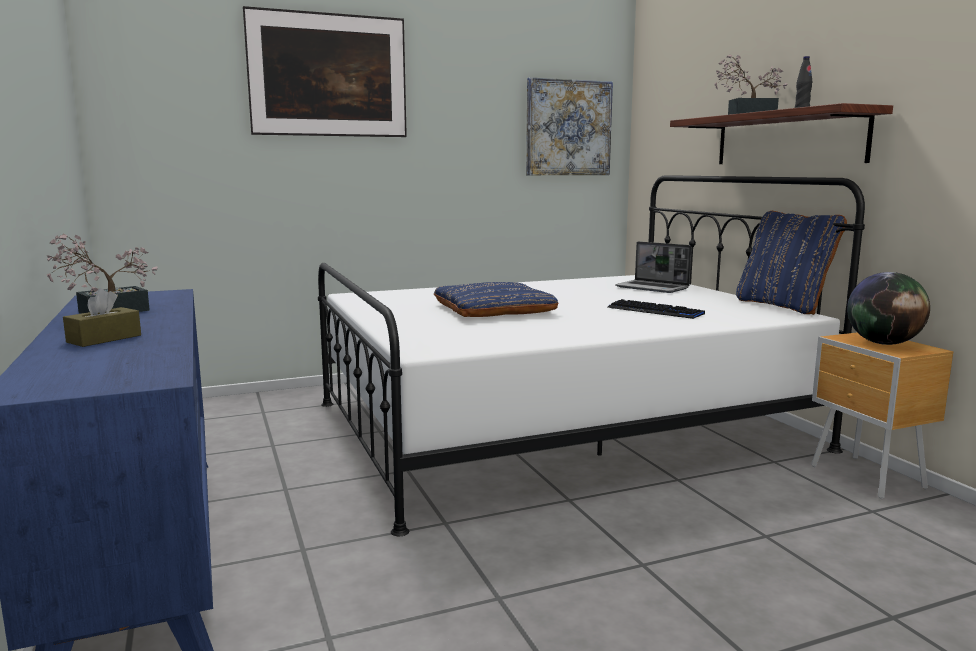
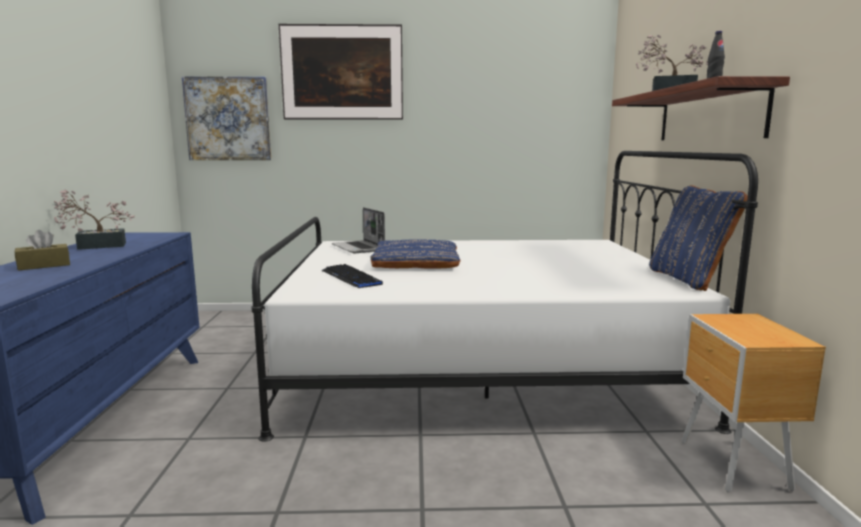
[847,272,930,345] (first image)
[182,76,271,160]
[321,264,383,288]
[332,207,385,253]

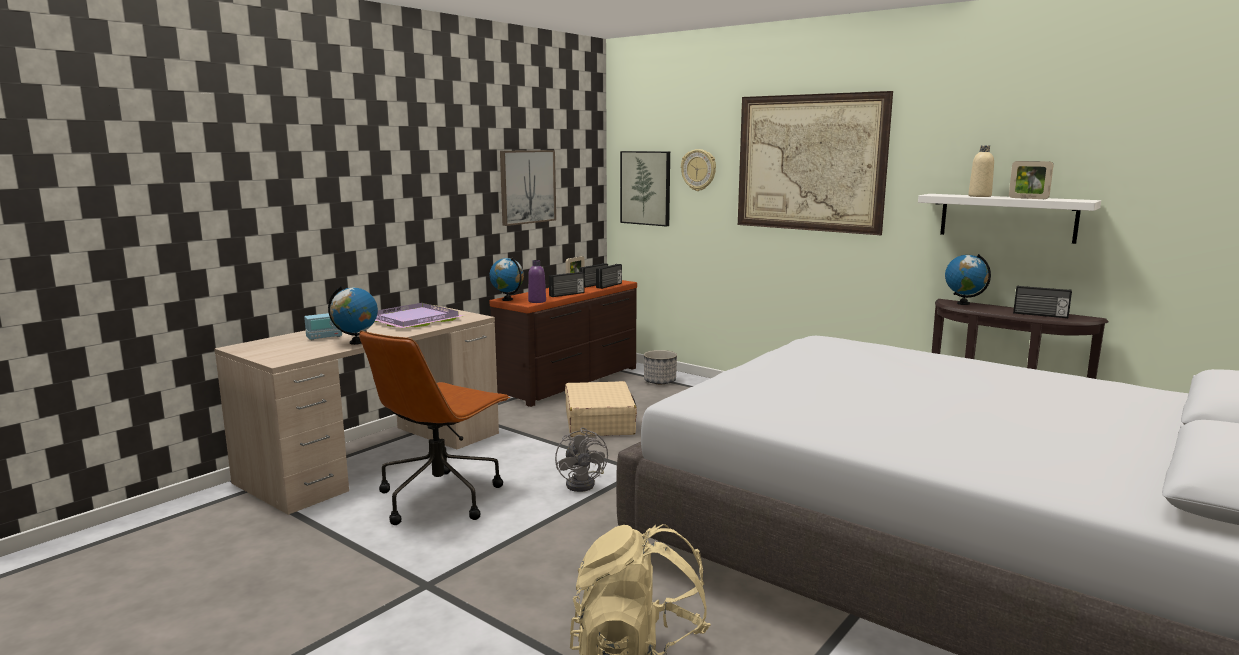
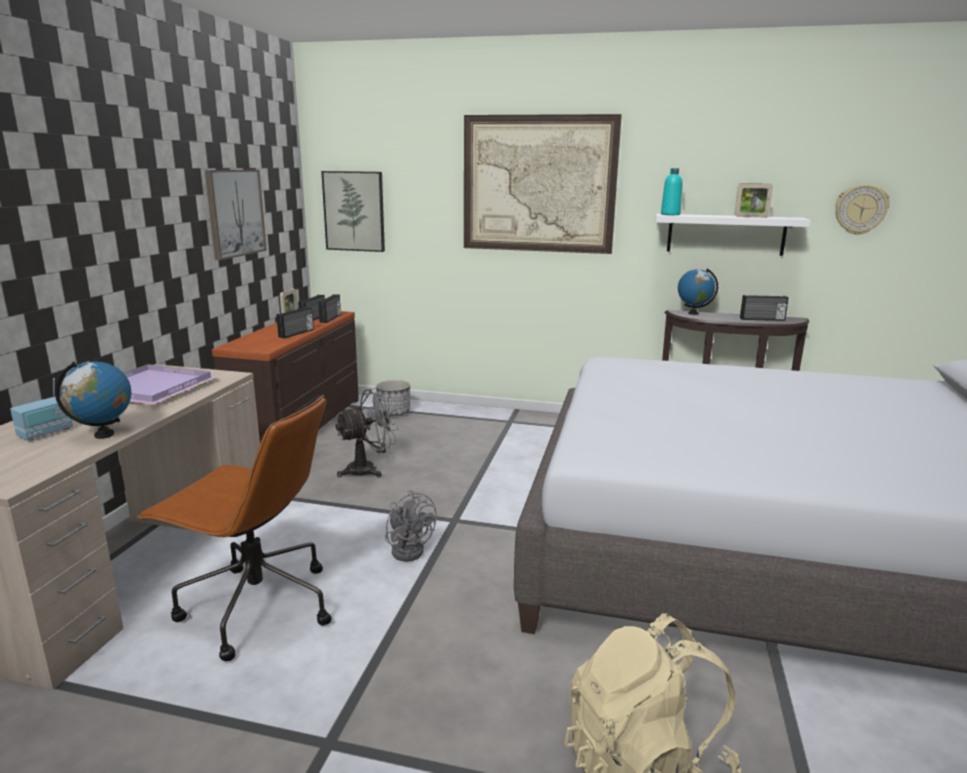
[490,257,524,301] (first image)
[528,260,546,303] (first image)
[968,145,994,197] (first image)
[661,168,683,215]
[835,184,890,235]
[335,387,399,478]
[137,395,332,661]

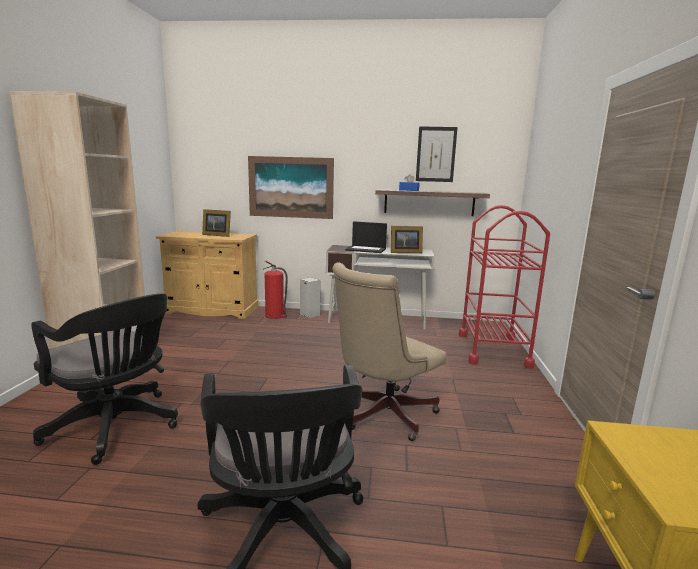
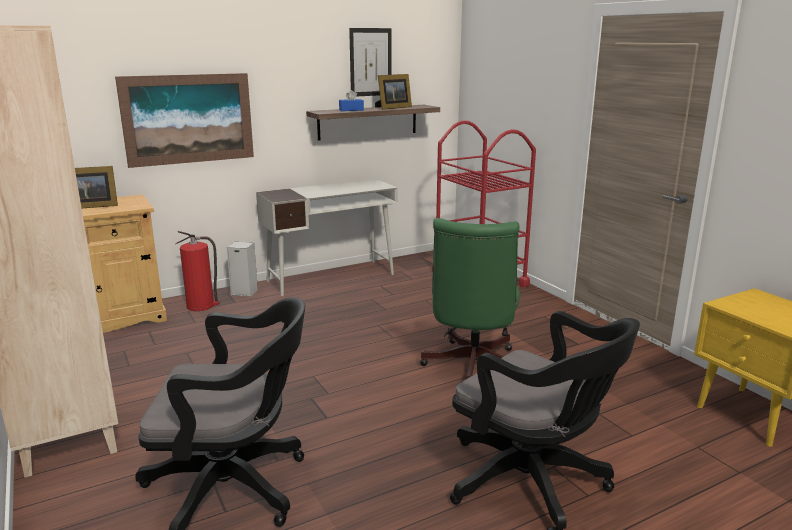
[345,221,387,253] (first image)
[375,74,412,110]
[420,218,520,379]

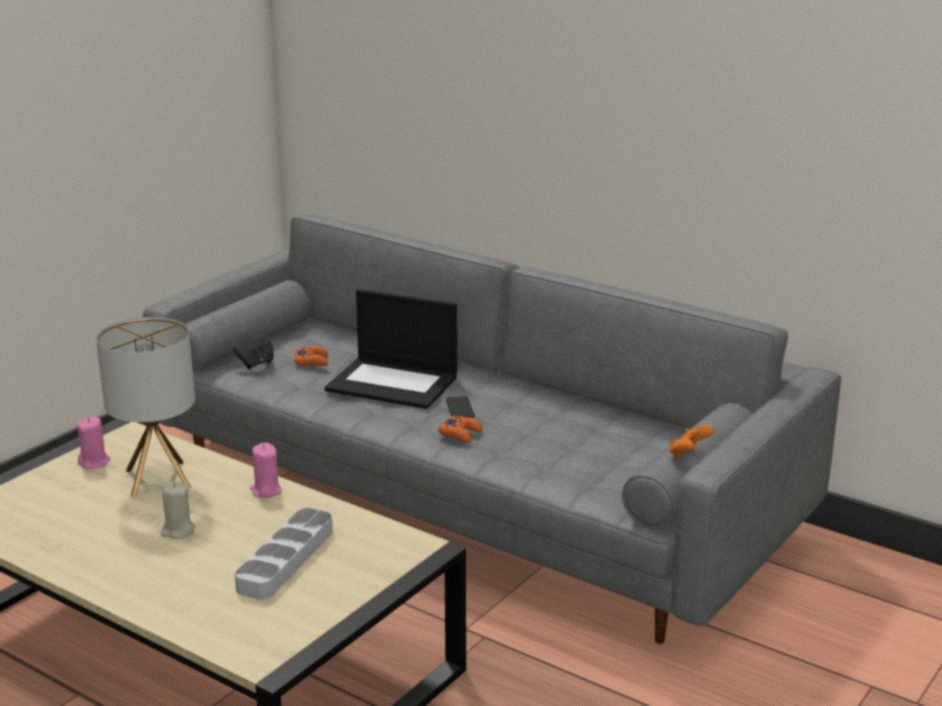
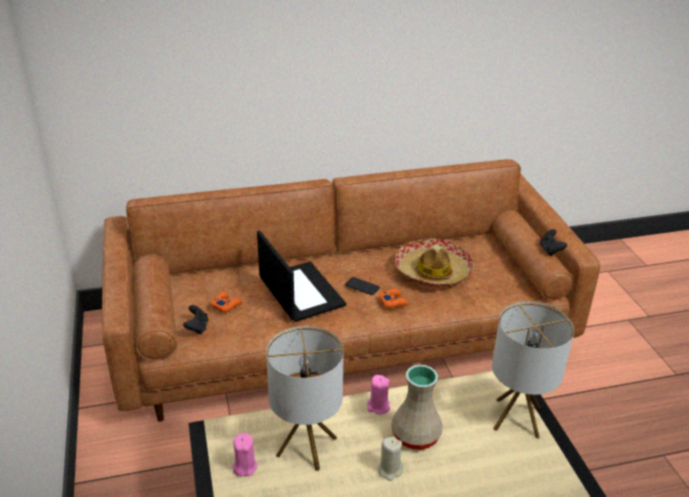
[235,508,333,600] (first image)
[391,365,442,450]
[395,238,474,287]
[492,302,574,439]
[102,159,600,422]
[540,229,567,256]
[257,231,346,322]

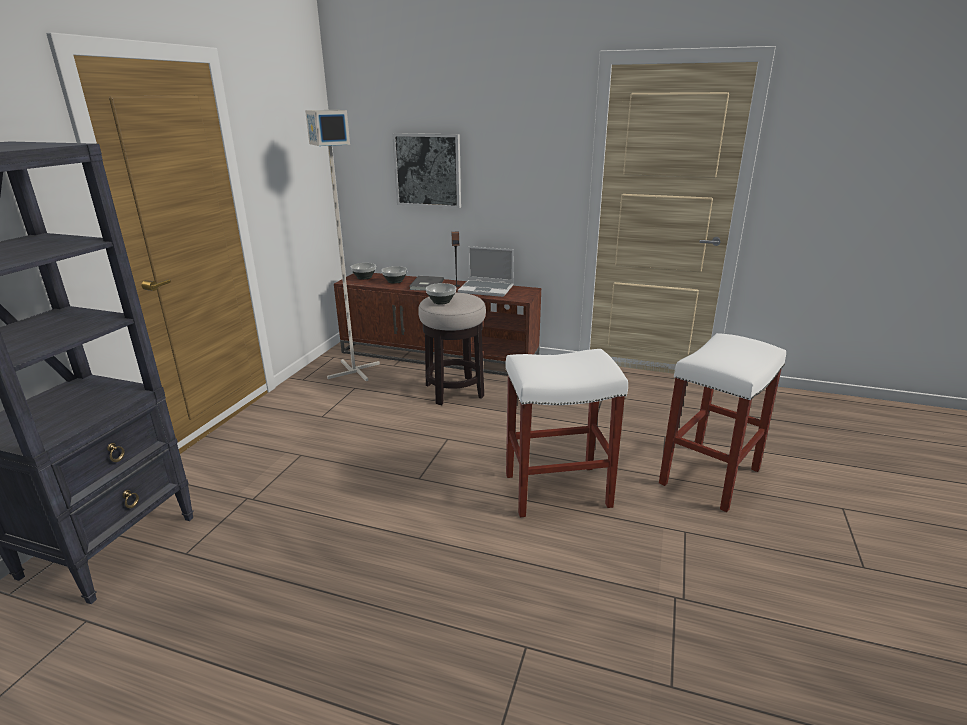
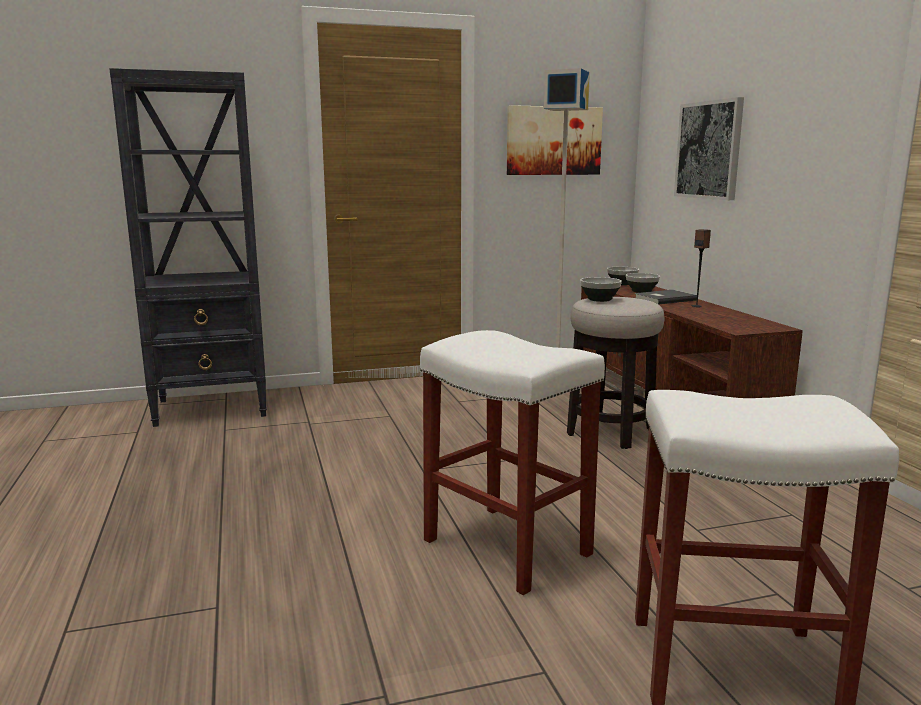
[458,246,514,297] (first image)
[507,105,603,175]

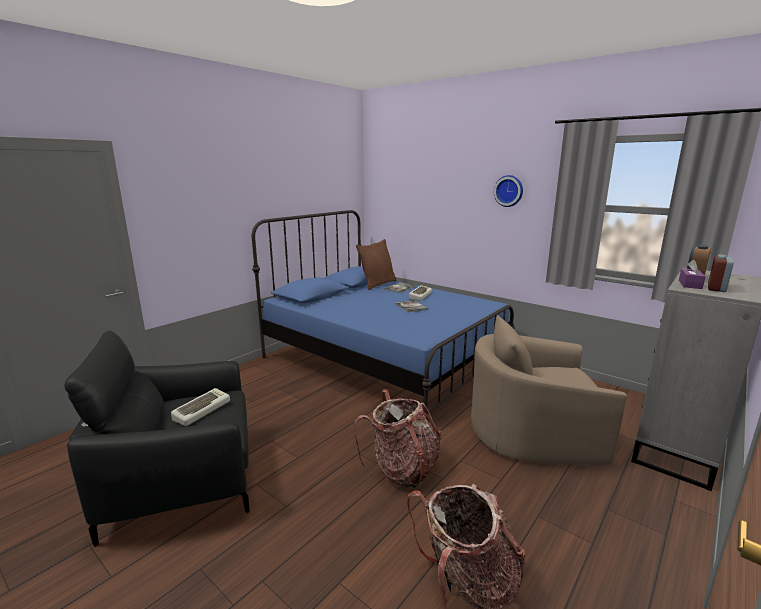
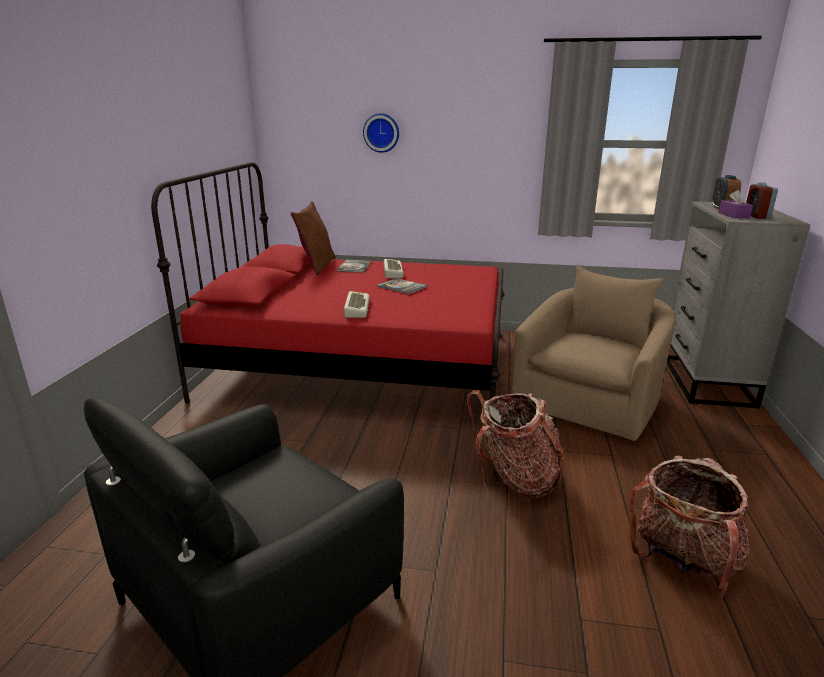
[344,291,370,318]
[363,113,399,153]
[151,162,505,404]
[512,266,676,441]

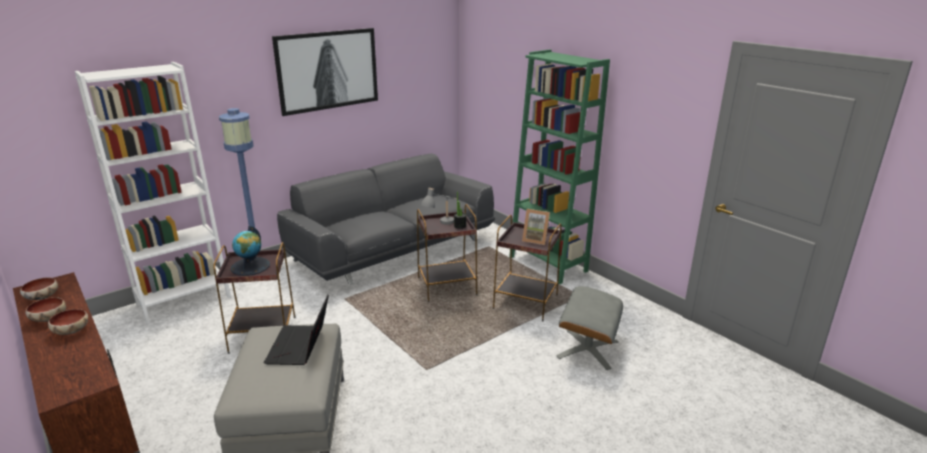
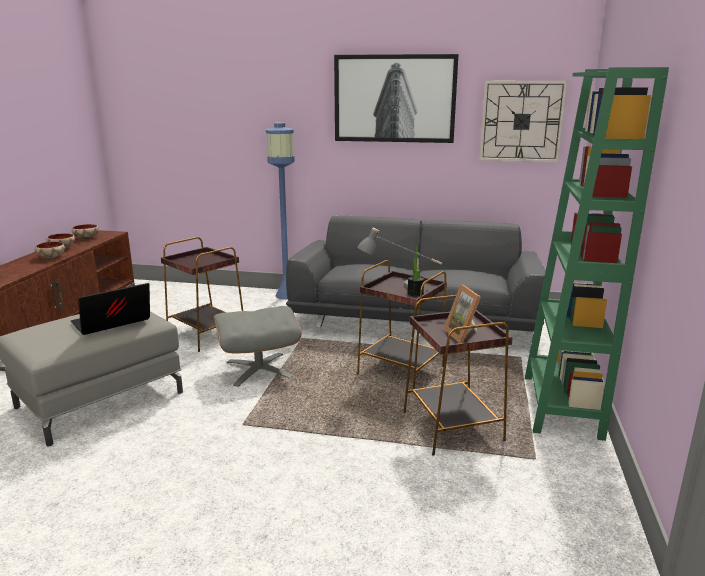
[75,62,231,324] (first image)
[231,226,270,276] (first image)
[479,81,567,162]
[213,306,302,387]

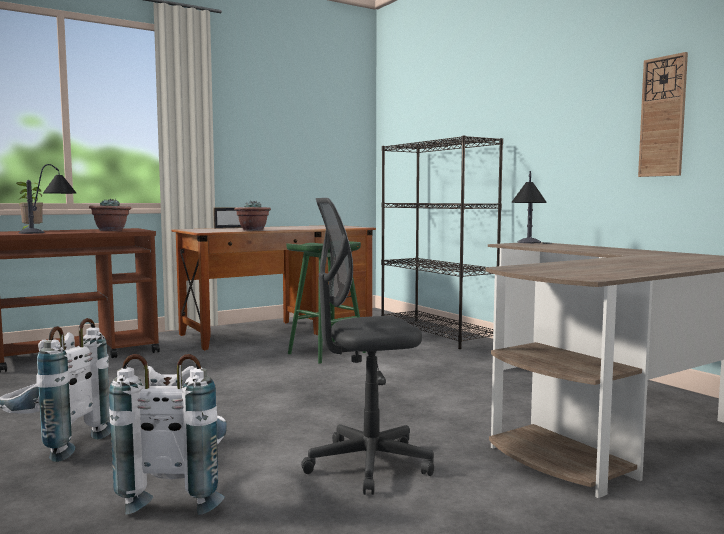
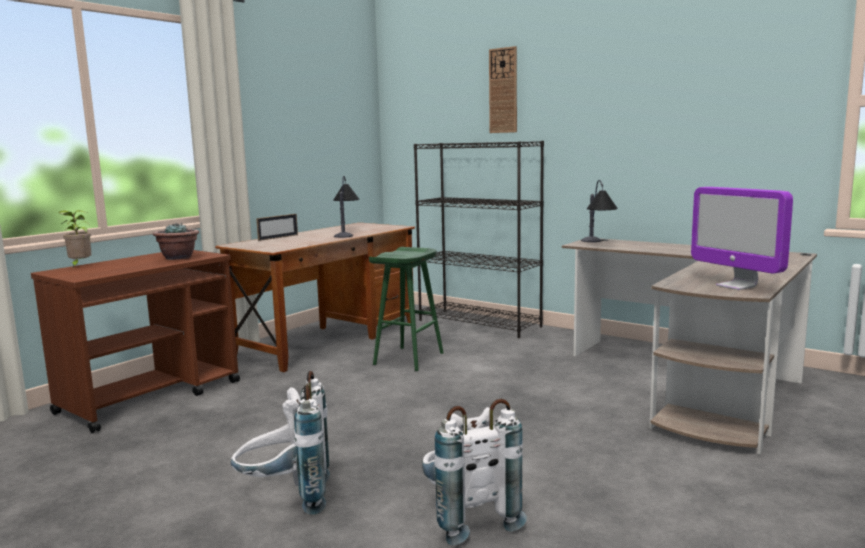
[234,201,271,231] (first image)
[301,198,434,495] (first image)
[691,187,793,290]
[334,176,359,238]
[489,46,517,133]

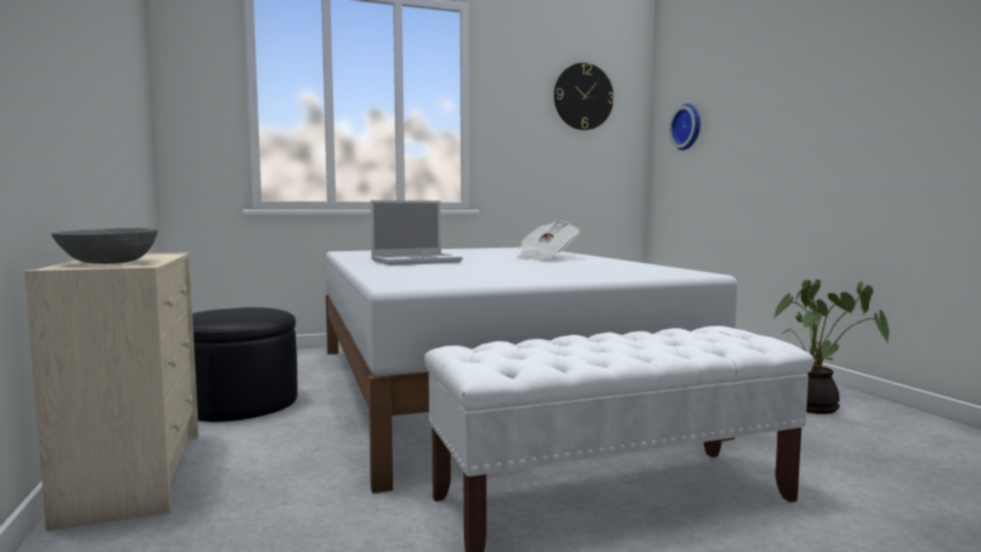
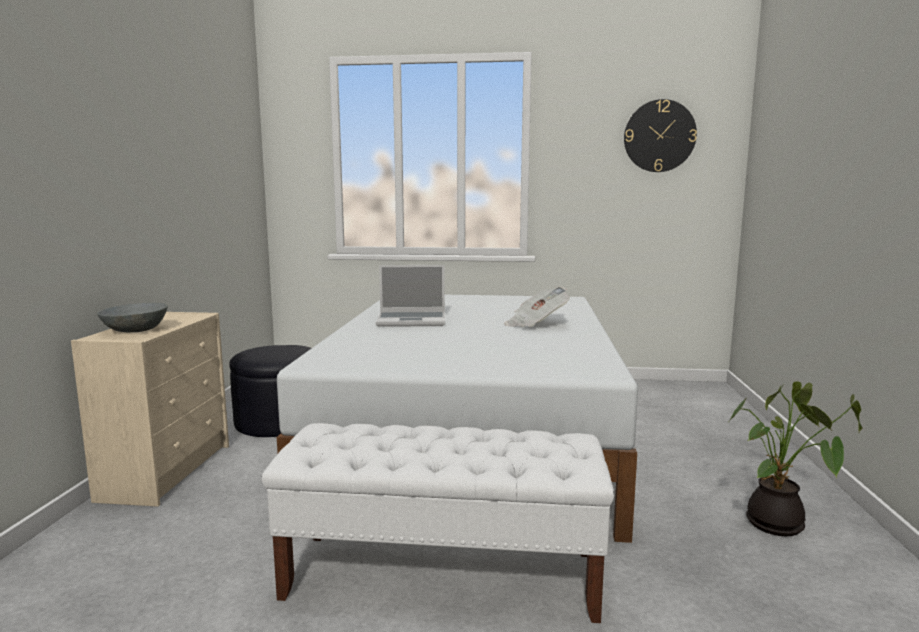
[669,103,700,150] (first image)

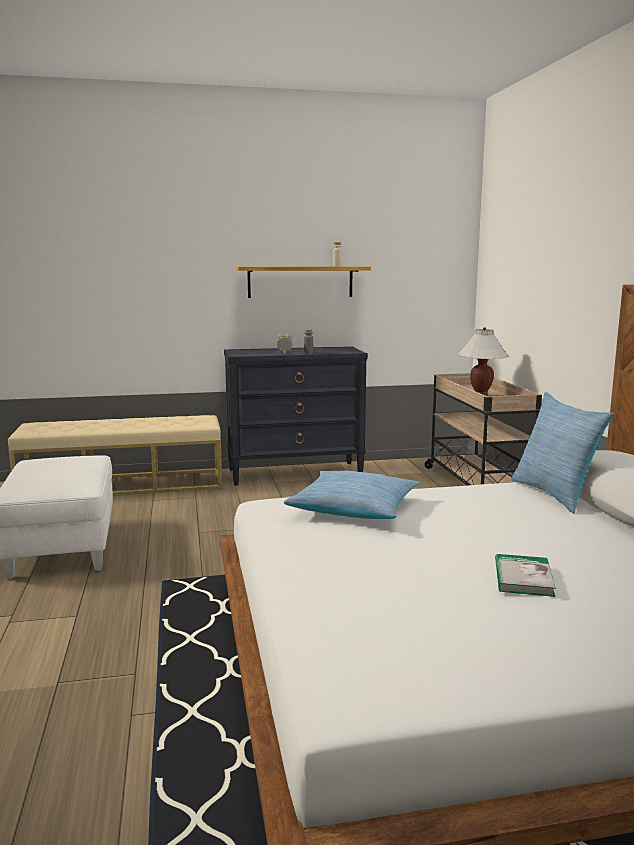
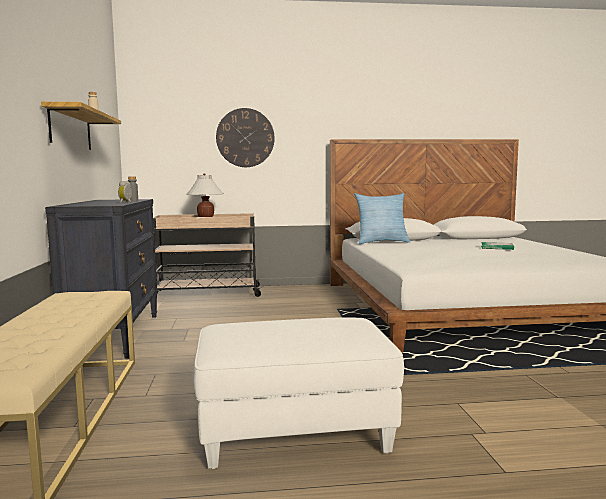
[284,471,421,519] (first image)
[216,108,275,167]

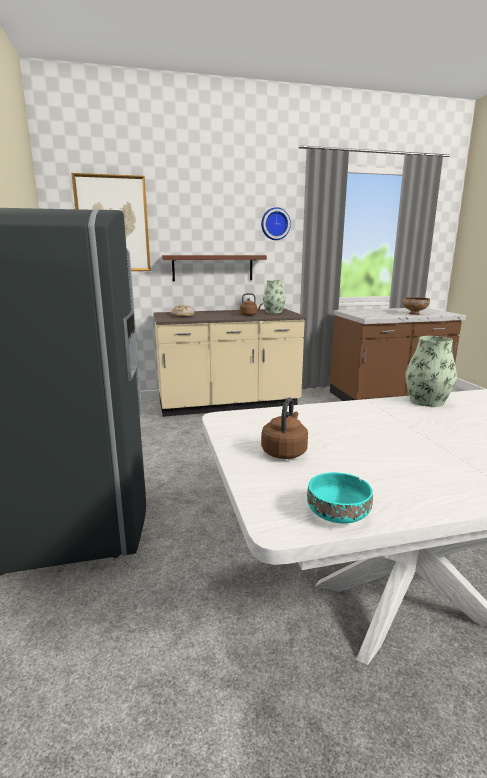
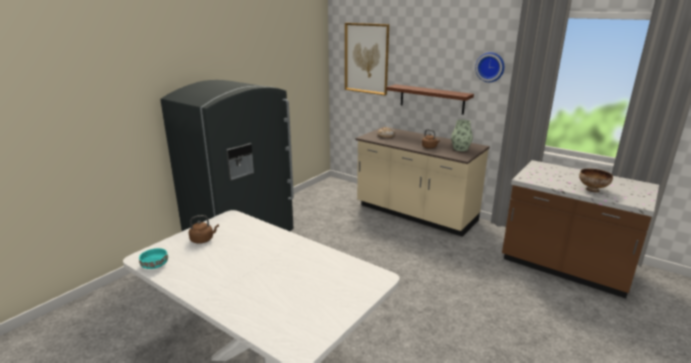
[405,336,457,407] (first image)

